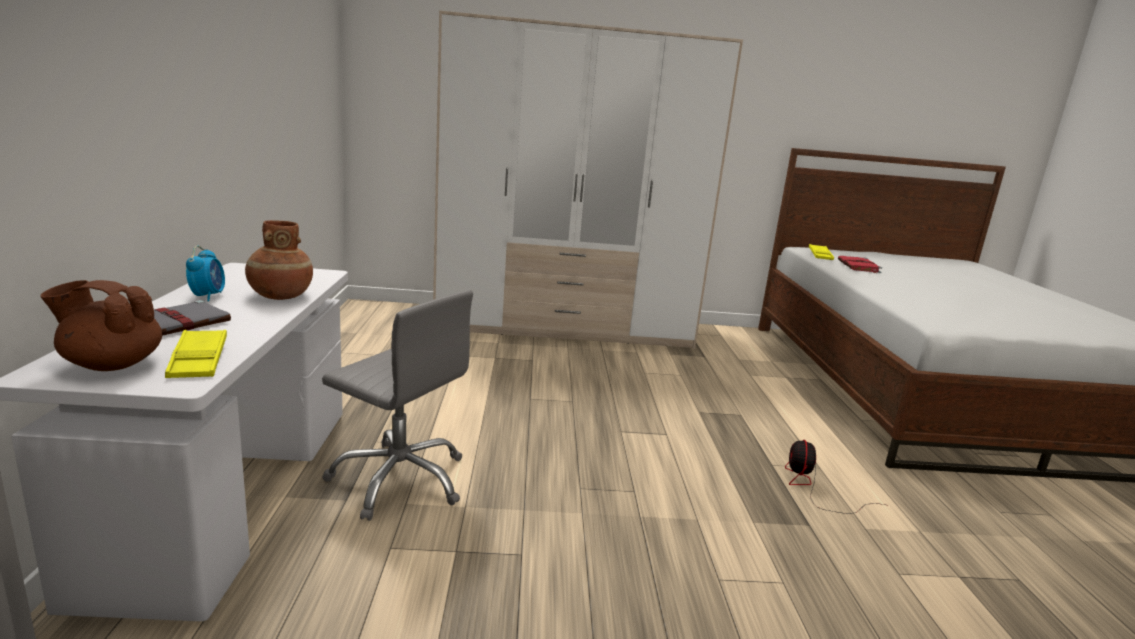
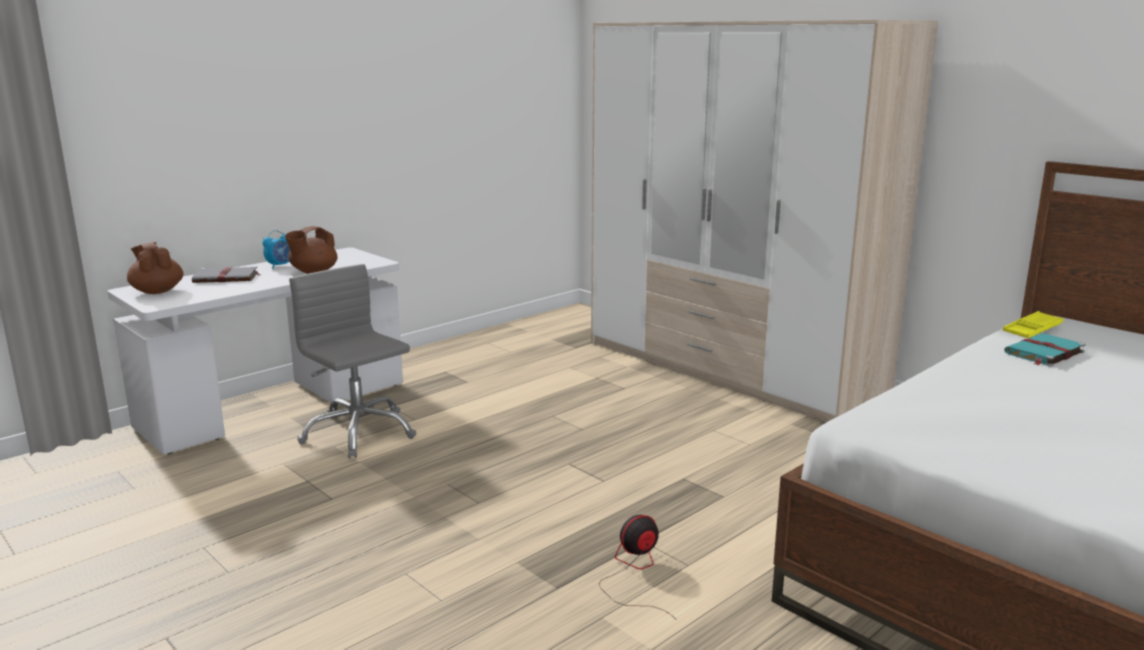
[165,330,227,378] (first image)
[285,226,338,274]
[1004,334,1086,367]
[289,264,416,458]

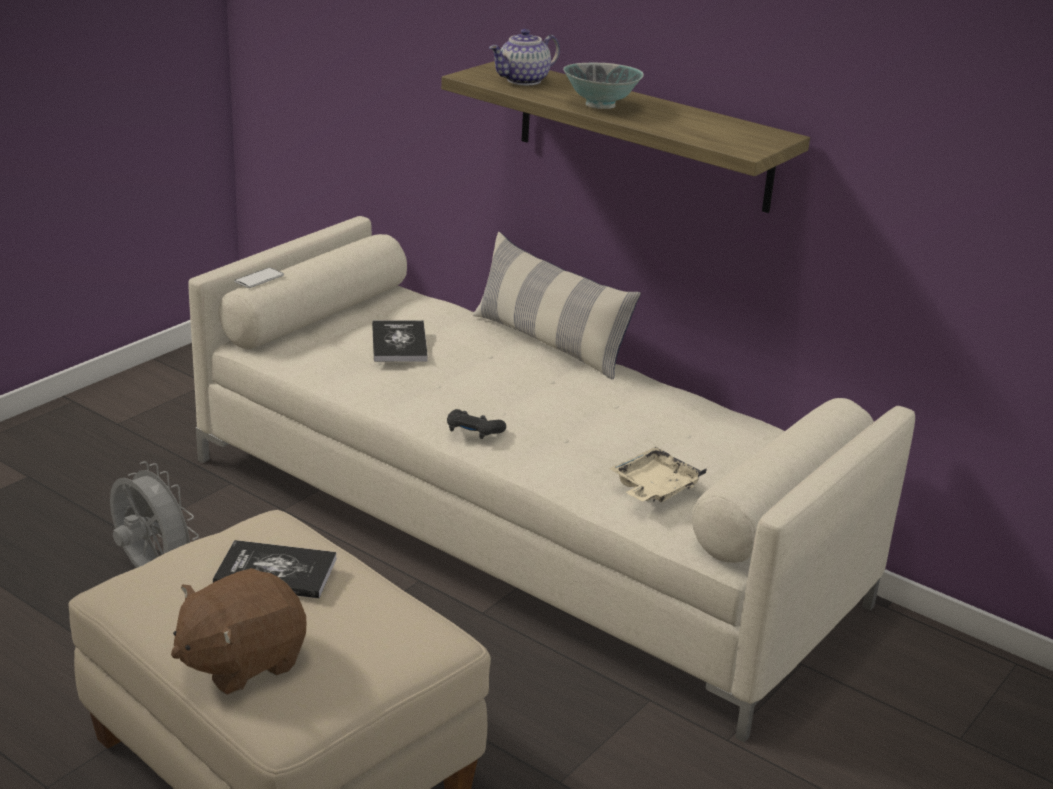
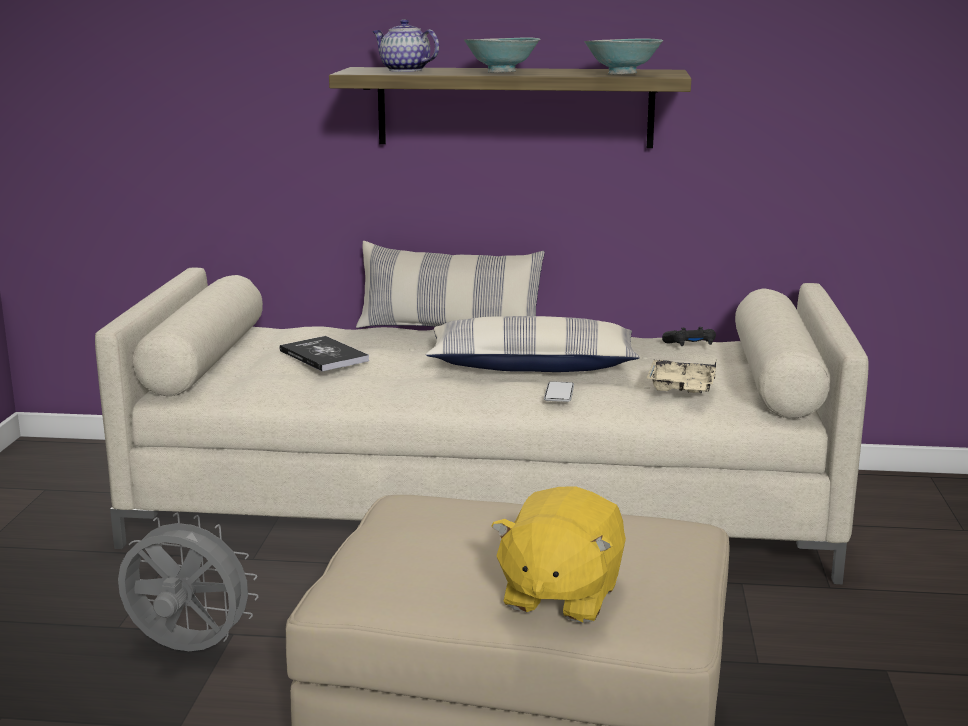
[213,540,337,598] (first image)
[426,316,640,372]
[584,38,663,75]
[544,381,574,402]
[662,327,716,346]
[491,486,626,623]
[372,19,439,72]

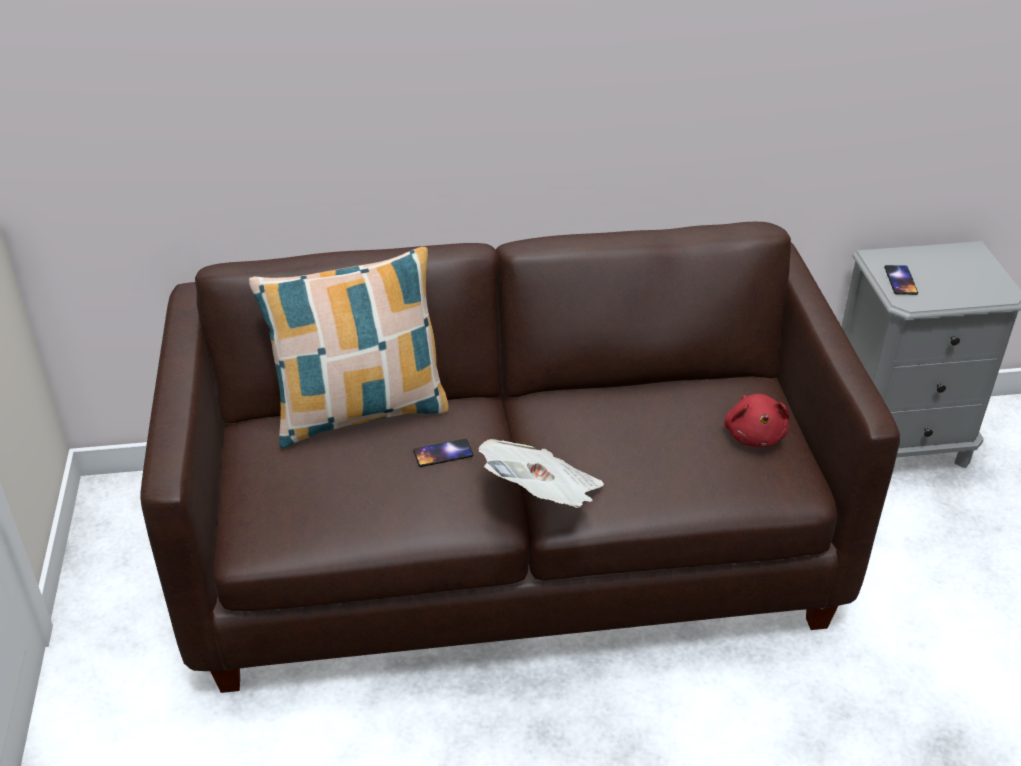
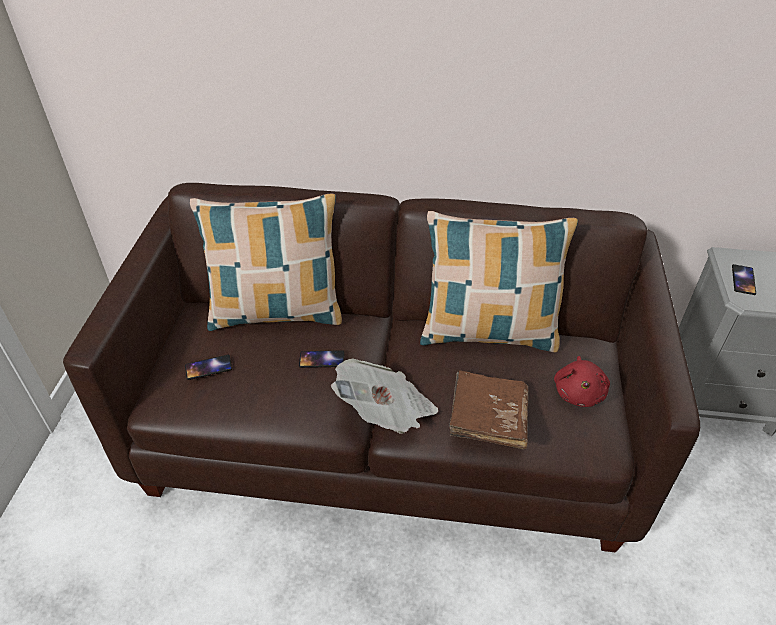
[185,355,232,380]
[420,211,578,352]
[449,370,529,449]

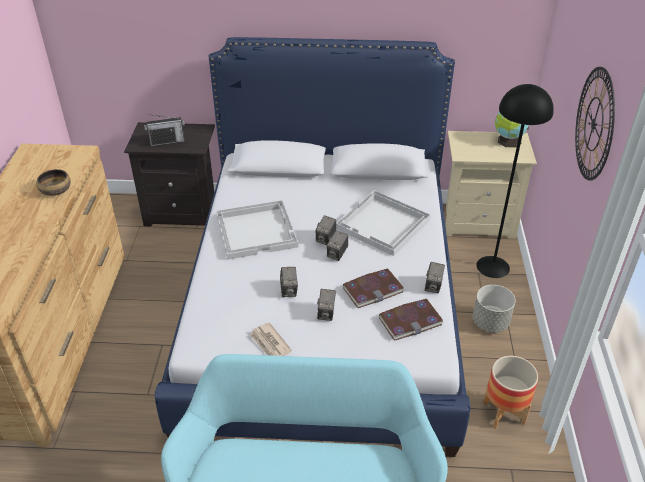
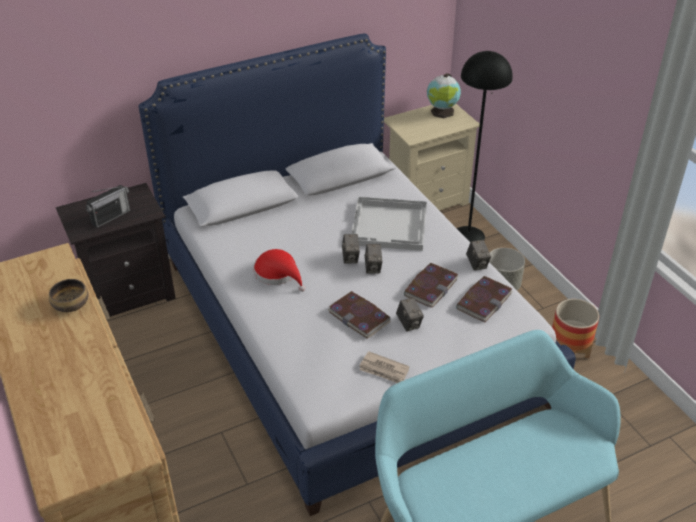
[575,67,615,180] (first image)
[254,249,305,292]
[328,291,391,338]

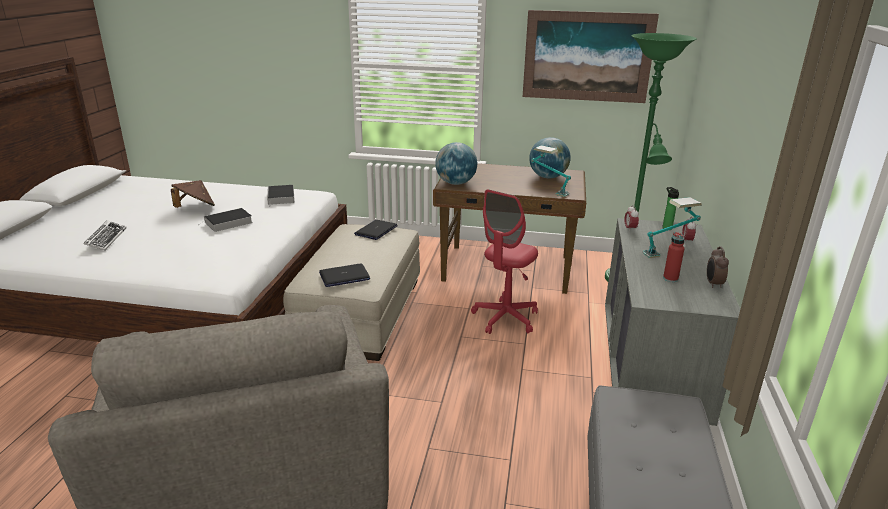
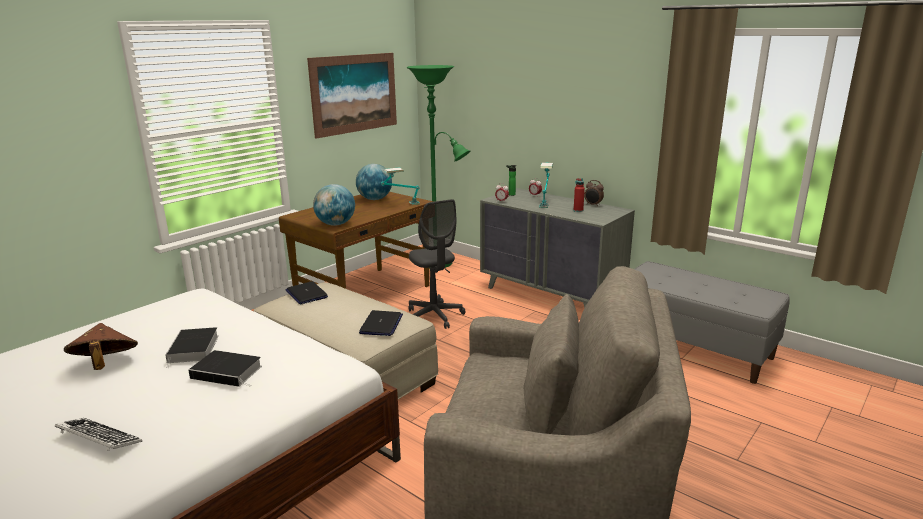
[188,350,262,387]
[408,199,466,329]

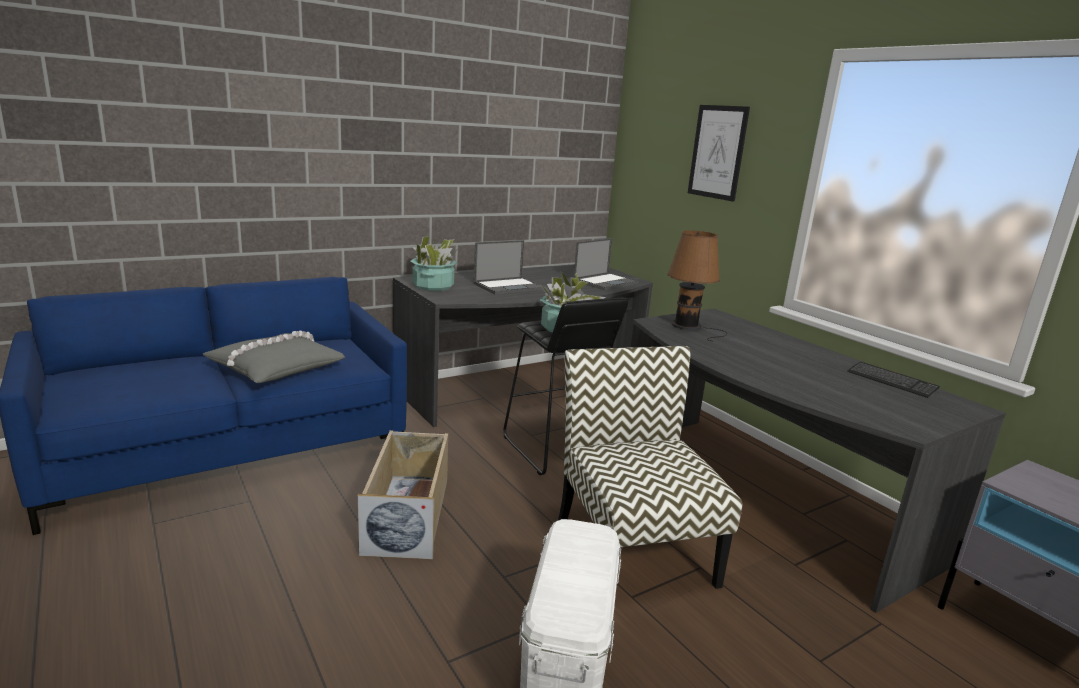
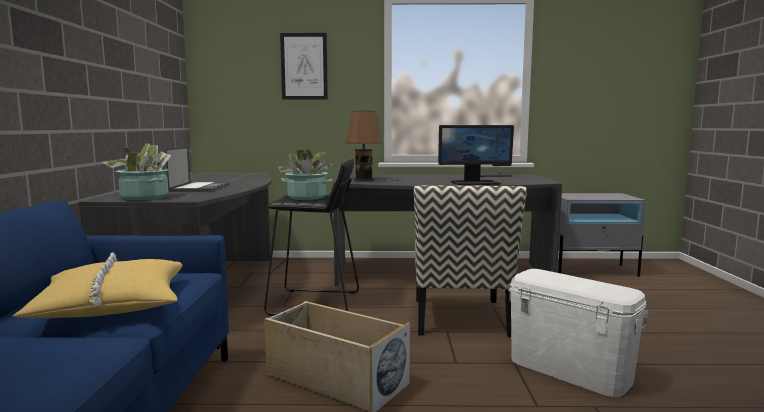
[574,238,639,290] (first image)
[438,125,514,185]
[13,252,183,318]
[414,186,527,337]

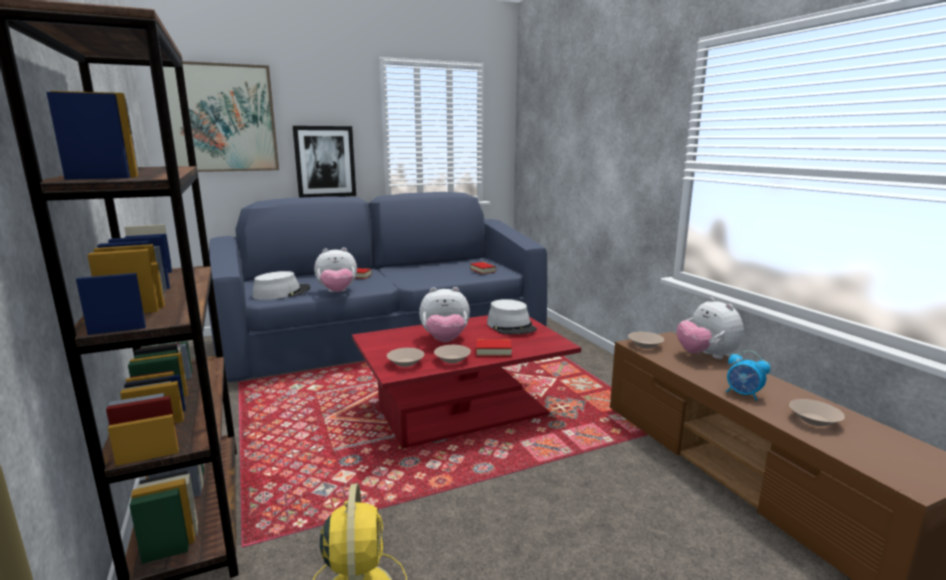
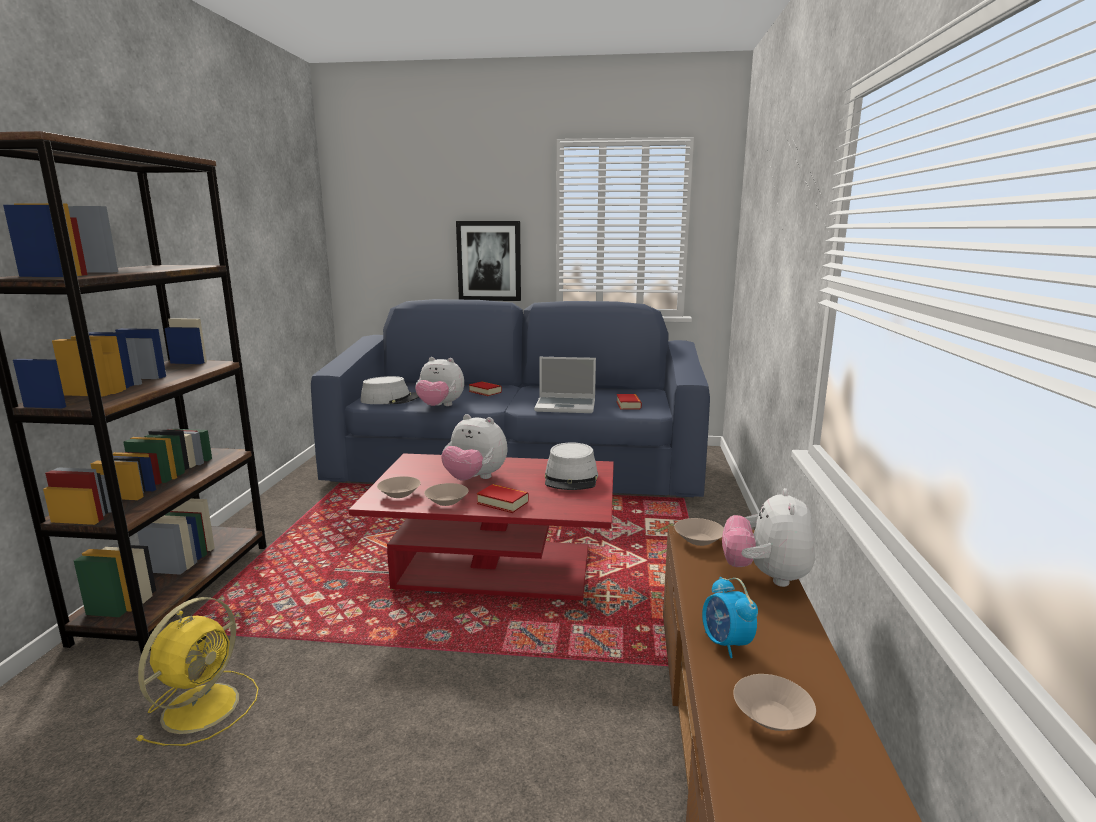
[163,61,279,172] (first image)
[534,357,596,413]

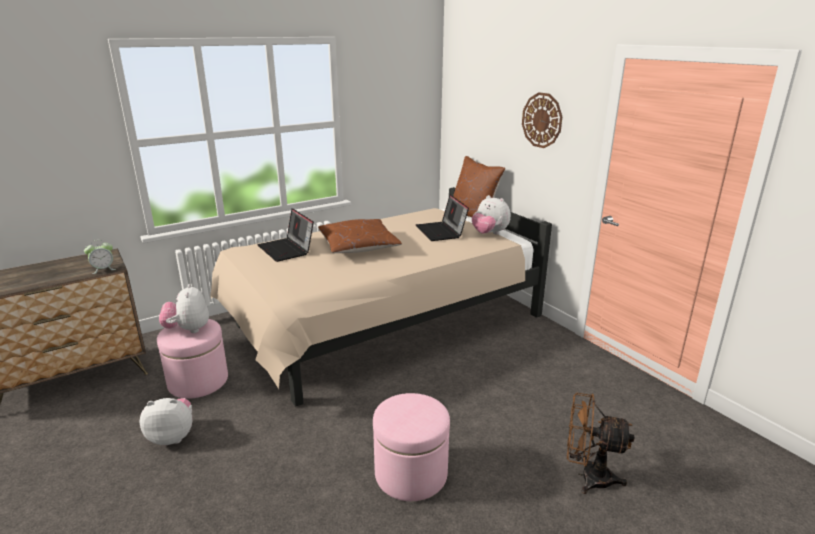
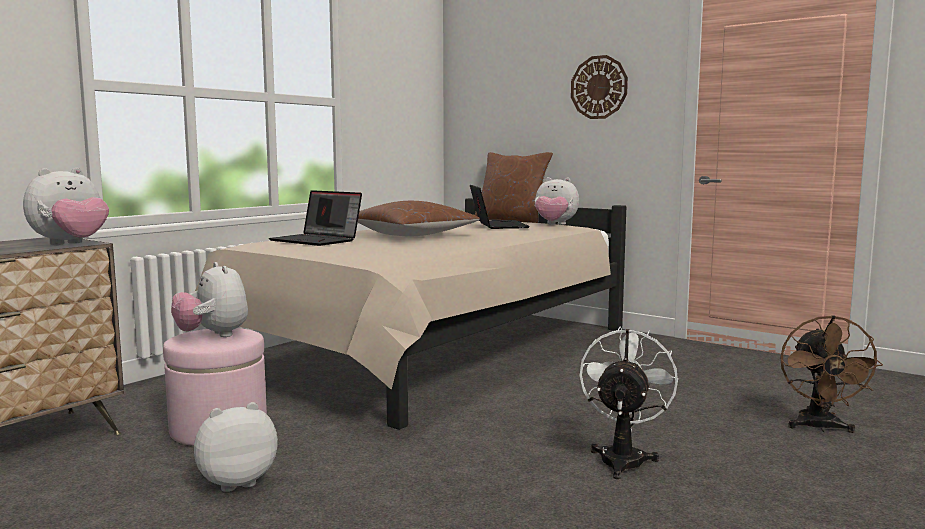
[23,168,109,245]
[580,326,678,479]
[470,185,529,229]
[781,315,883,433]

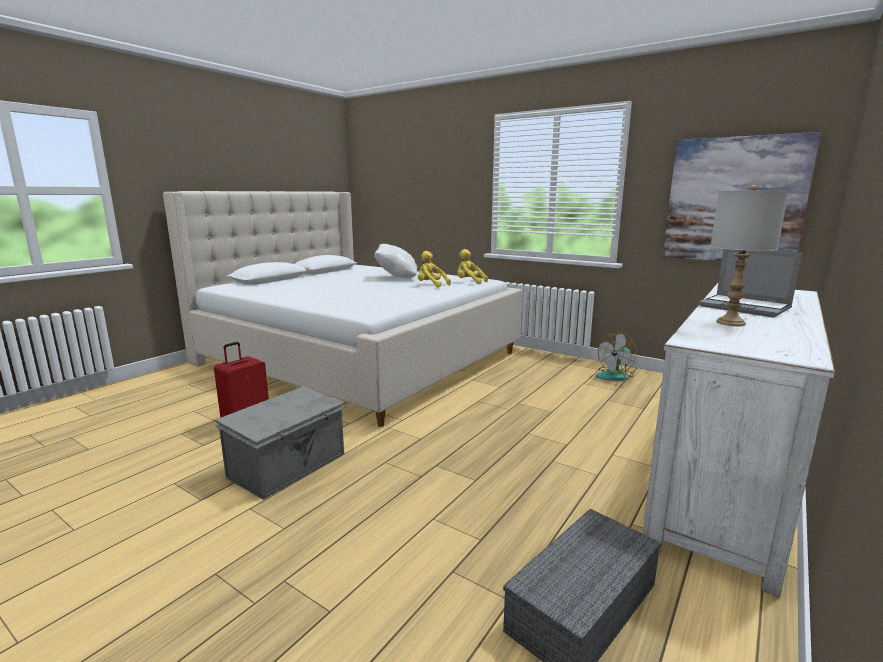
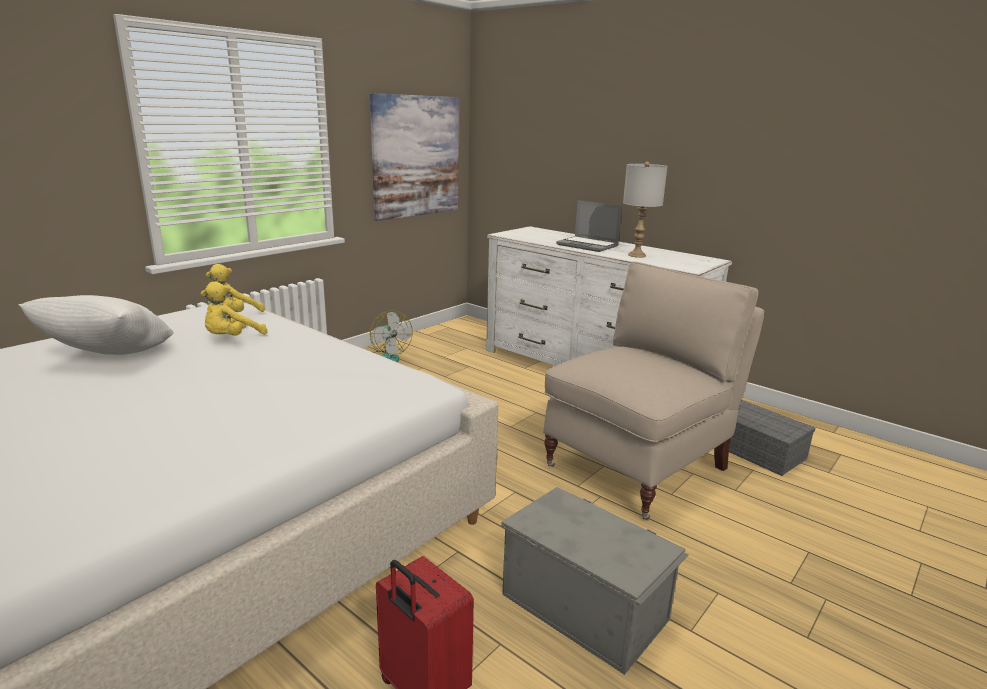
[543,262,764,520]
[556,200,622,252]

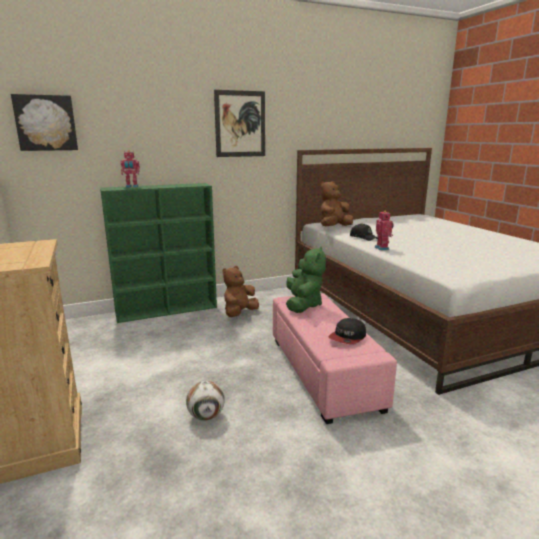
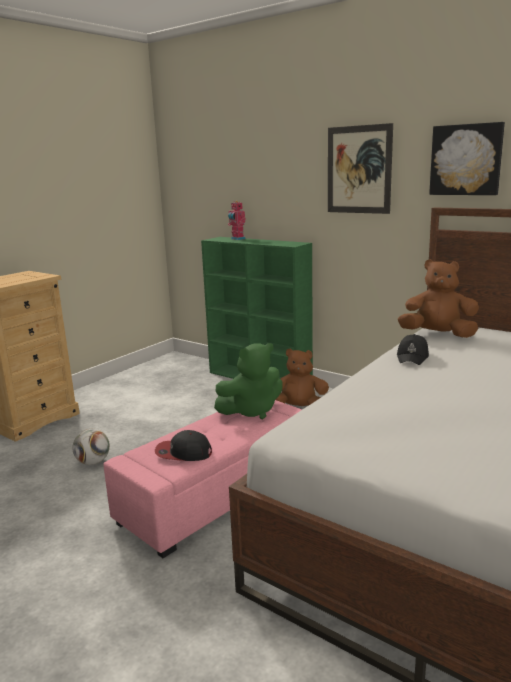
[375,210,394,250] (first image)
[429,122,505,195]

